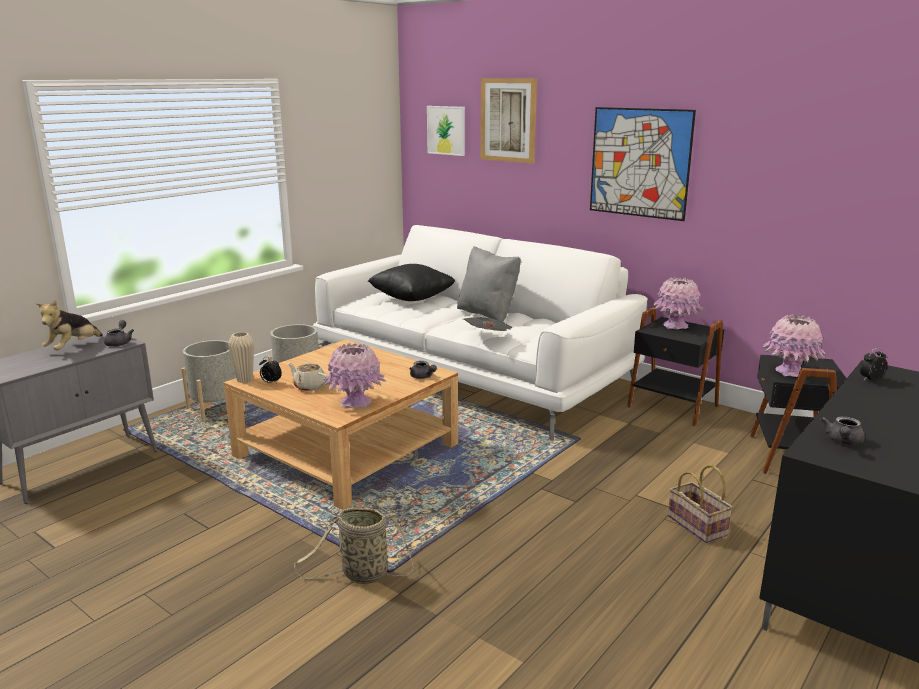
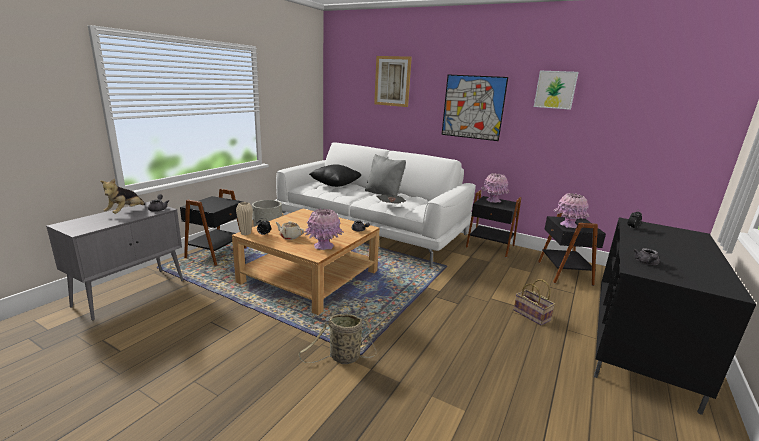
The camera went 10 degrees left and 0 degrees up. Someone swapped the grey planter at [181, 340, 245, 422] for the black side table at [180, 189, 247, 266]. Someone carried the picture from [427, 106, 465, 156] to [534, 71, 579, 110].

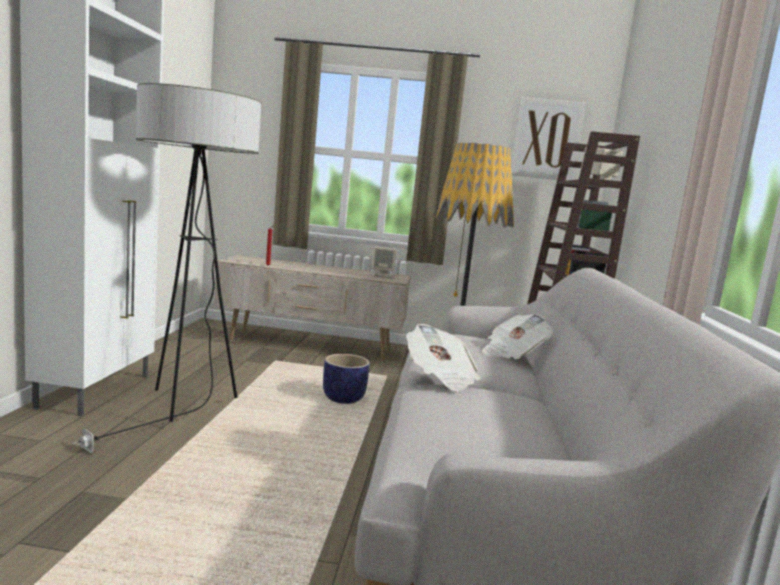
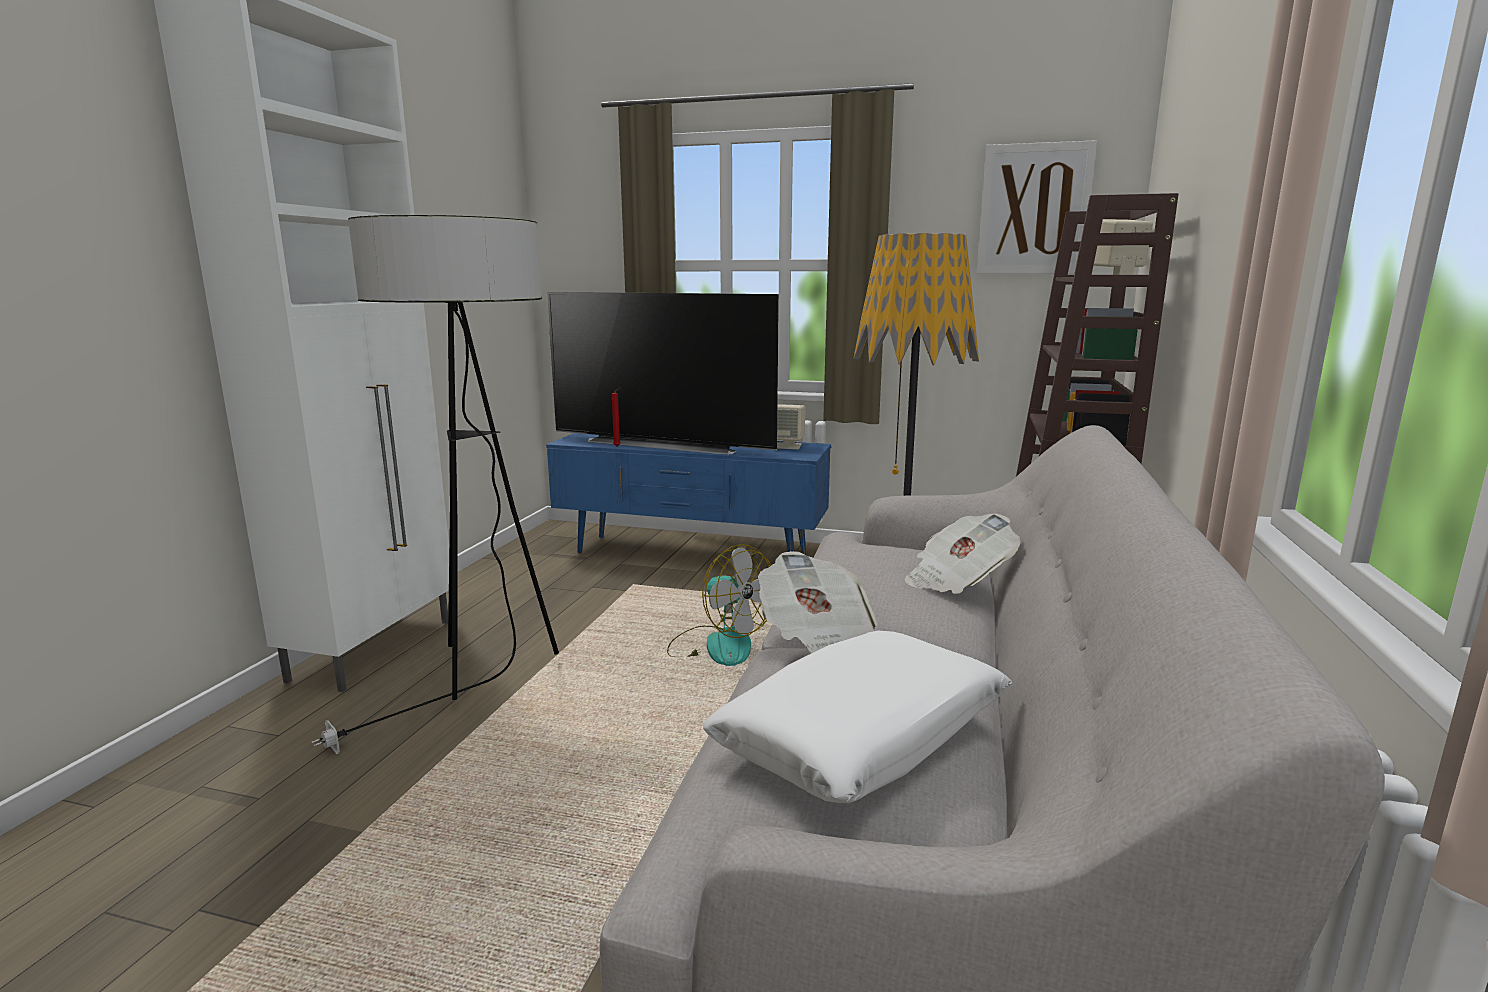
The camera went 10 degrees right and 5 degrees up. Someone repainted the beige tv stand at [214, 255, 411, 361], which became the blue tv stand at [546, 433, 831, 555]. Someone put down the television at [547, 292, 779, 455]. Someone swapped the planter at [323, 354, 369, 404] for the fan at [667, 544, 771, 666]. Someone put down the white pillow at [703, 631, 1012, 803].

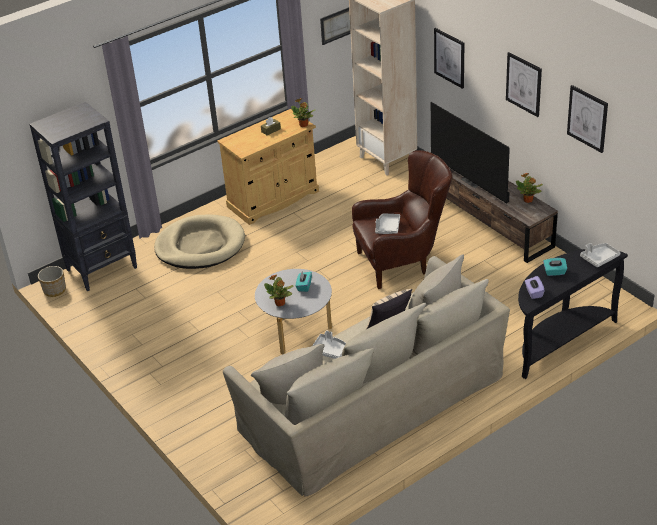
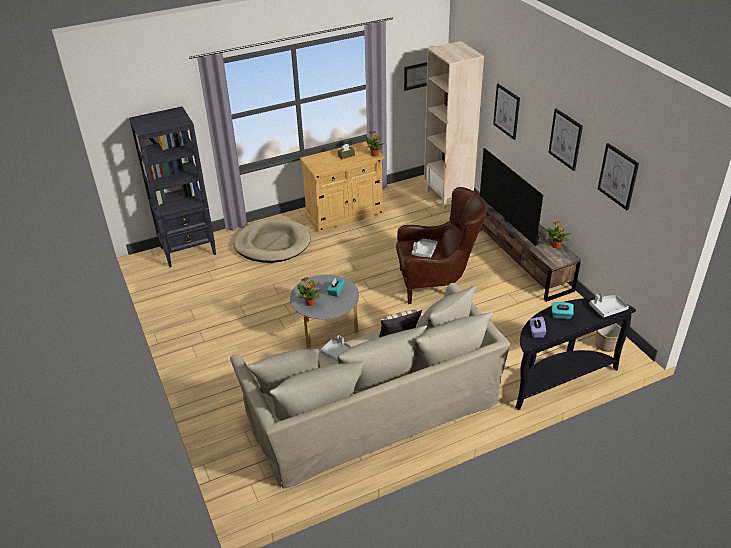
The camera went 10 degrees right and 0 degrees up. Someone carried the planter from [38, 266, 66, 297] to [595, 323, 621, 352].

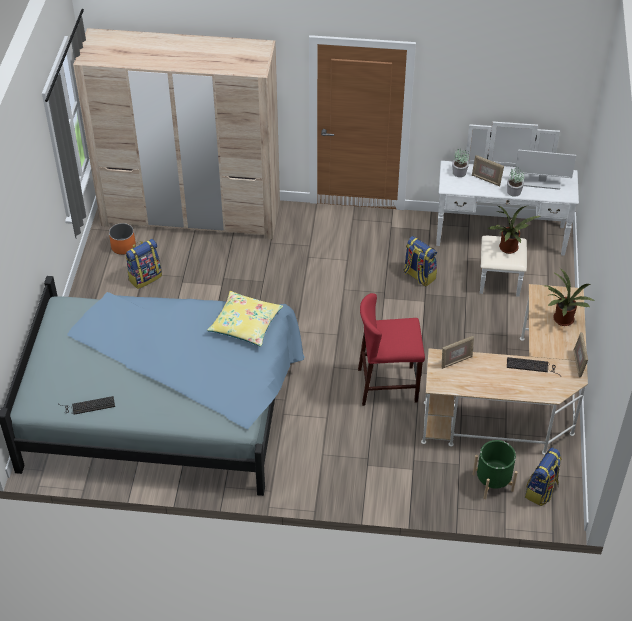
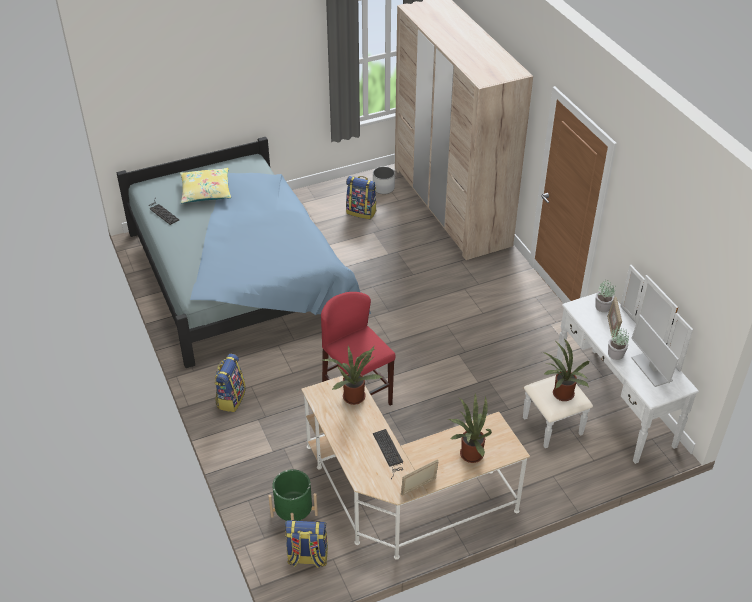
The camera went 60 degrees right and 5 degrees down. Someone carried the yellow pillow from [207, 291, 283, 347] to [180, 168, 231, 203]. Someone carried the backpack from [404, 236, 437, 287] to [215, 354, 246, 412]. Someone swapped the picture frame at [441, 336, 474, 369] for the potted plant at [321, 346, 382, 405]. Someone repainted the orange planter at [109, 223, 136, 255], which became the white planter at [373, 167, 395, 194].

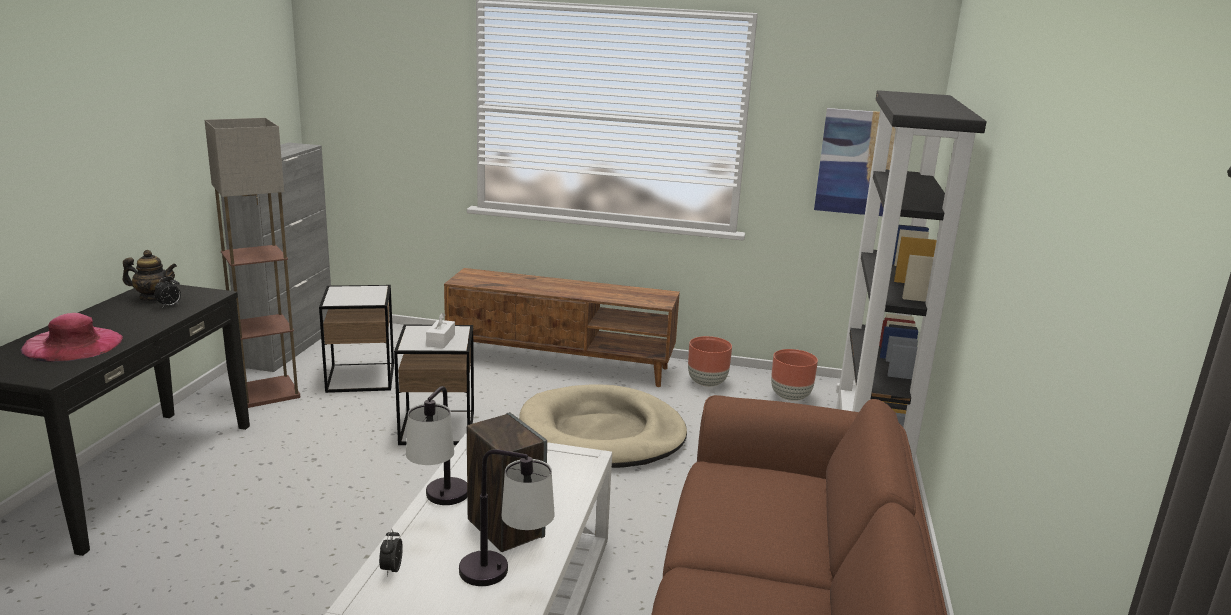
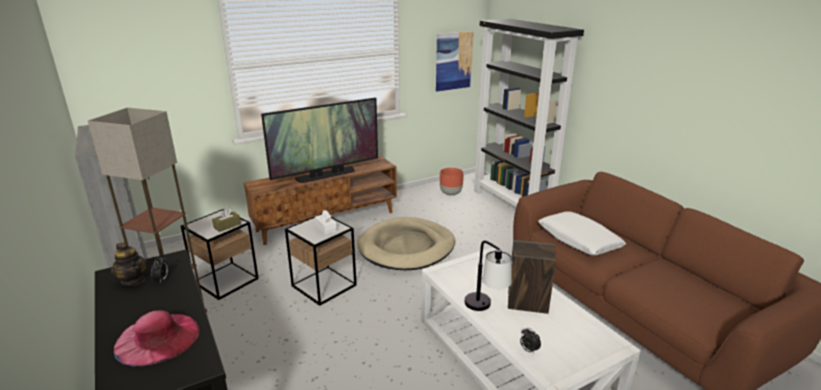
The camera went 40 degrees left and 5 degrees up. Someone rotated the teapot at [122, 250, 177, 301] by 90 degrees clockwise. Someone put down the brown tissue box at [212, 209, 241, 232]. Someone put down the television at [261, 97, 378, 183]. Someone put down the white pillow at [538, 211, 626, 256]. Someone took away the table lamp at [459, 449, 555, 586]. Someone took away the brown planter at [688, 336, 732, 387].

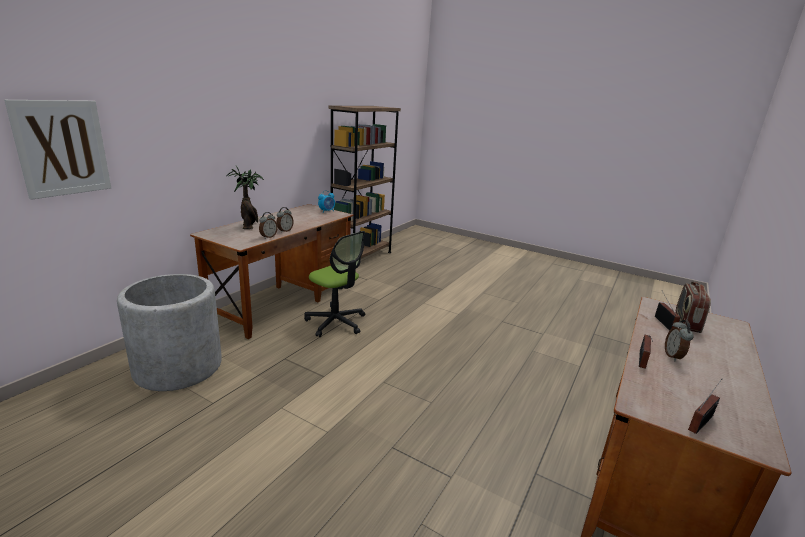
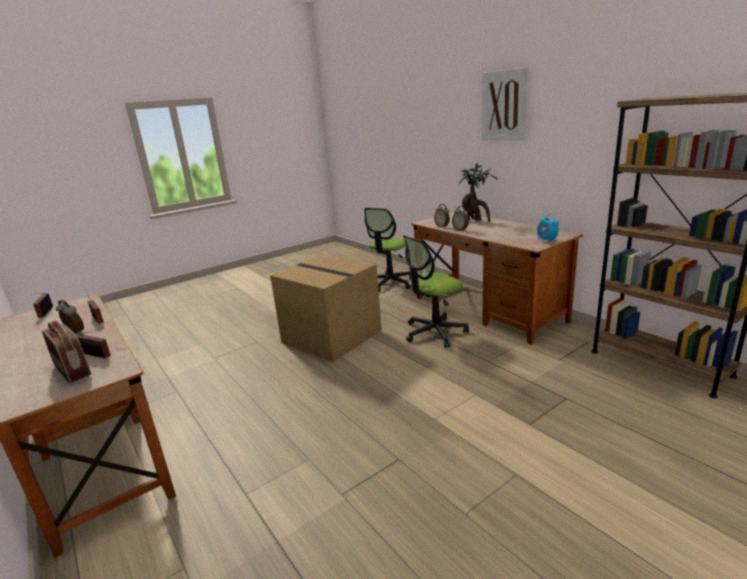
The camera went 115 degrees right and 0 degrees up. Someone put down the cardboard box at [270, 254, 382, 362]. Someone swapped the grey planter at [117, 274, 222, 391] for the office chair at [364, 208, 411, 292]. Someone carried the picture from [4, 100, 111, 200] to [482, 67, 529, 140].

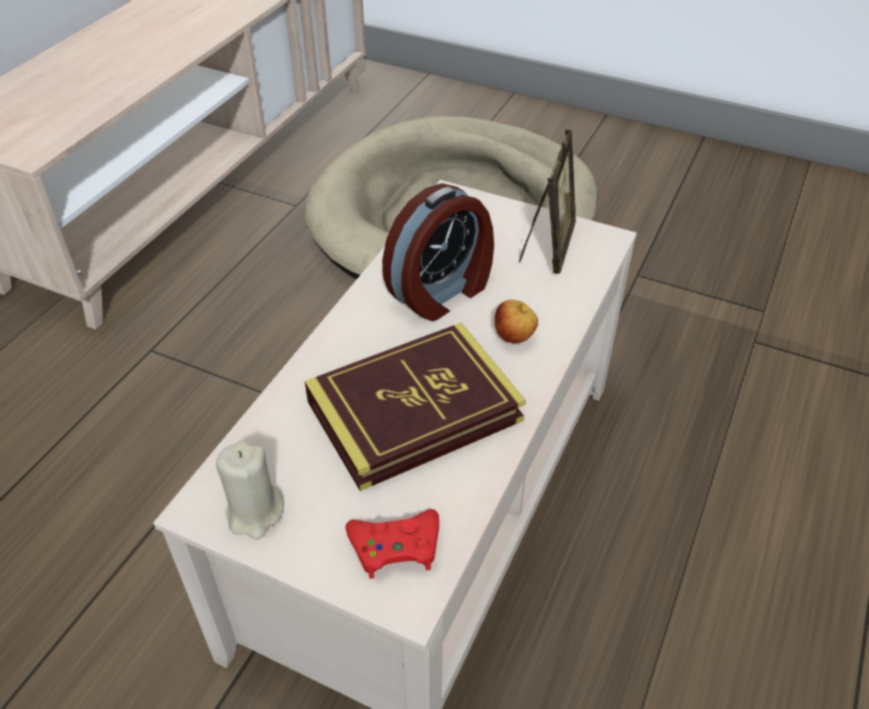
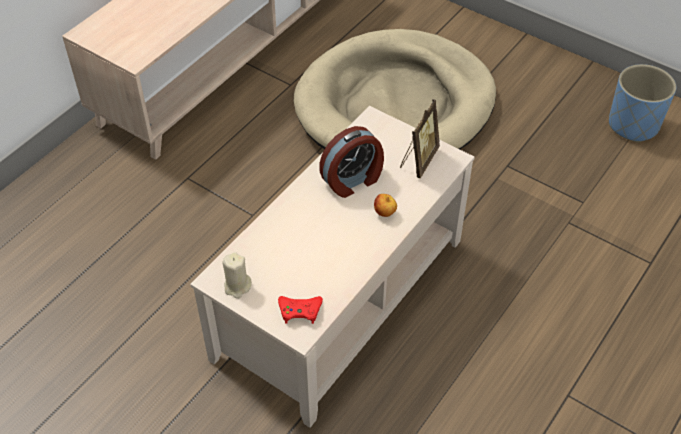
The camera went 10 degrees right and 5 degrees up. Someone put down the blue planter at [609, 64, 676, 142]. Someone took away the book at [304, 323, 526, 491].

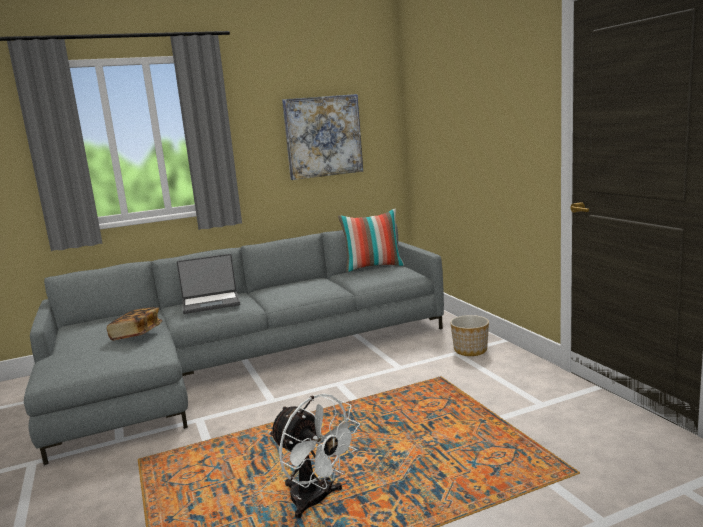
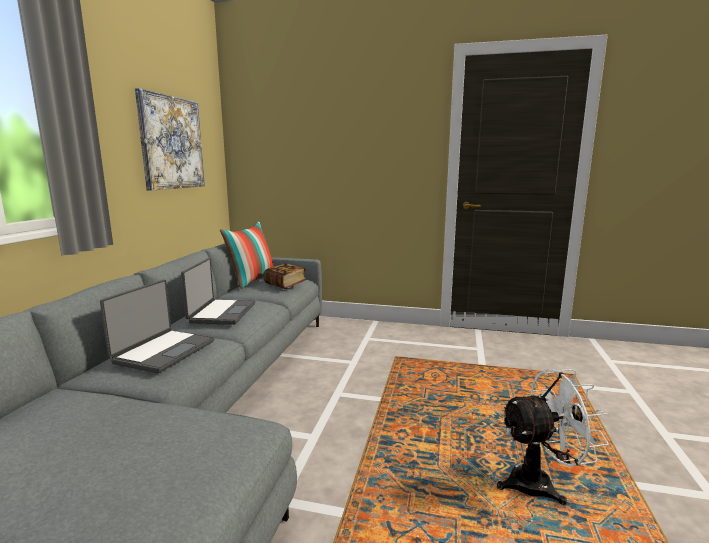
The camera went 55 degrees left and 0 degrees up. Someone put down the laptop at [181, 258, 255, 325]. Someone carried the book from [107, 307, 162, 341] to [263, 263, 307, 289]. Someone took away the planter at [450, 315, 489, 356].

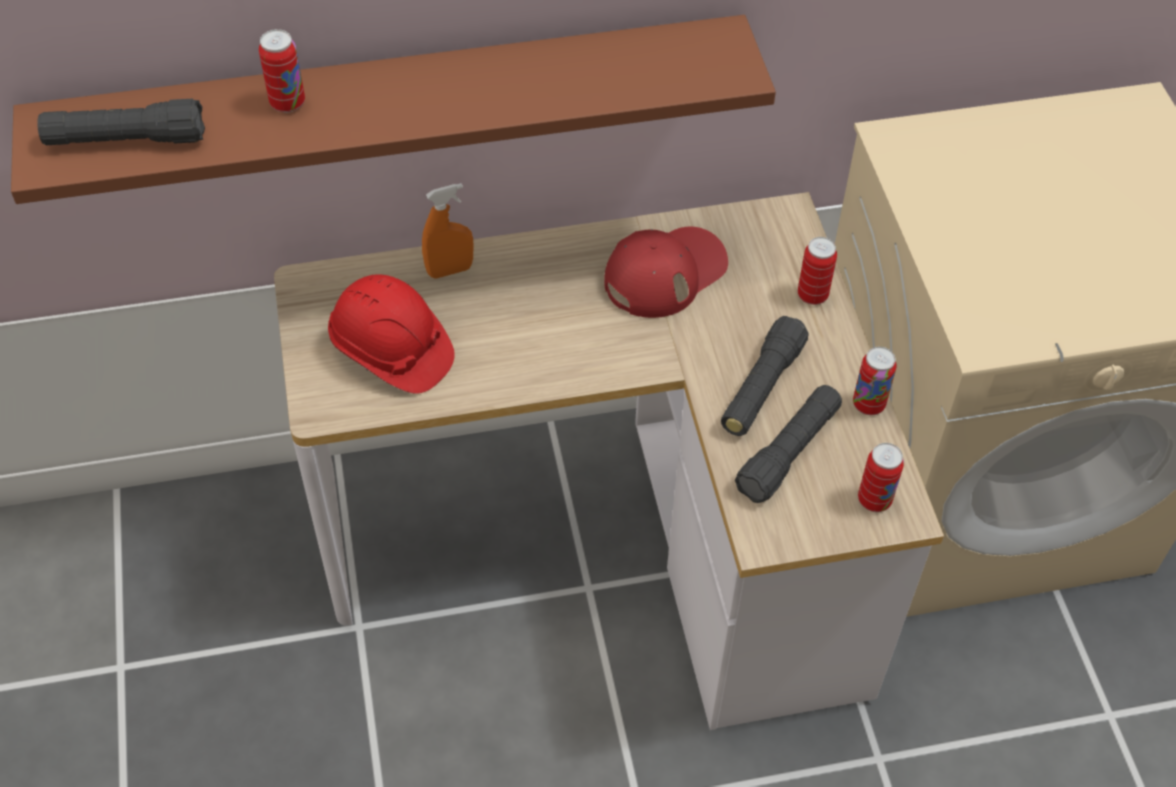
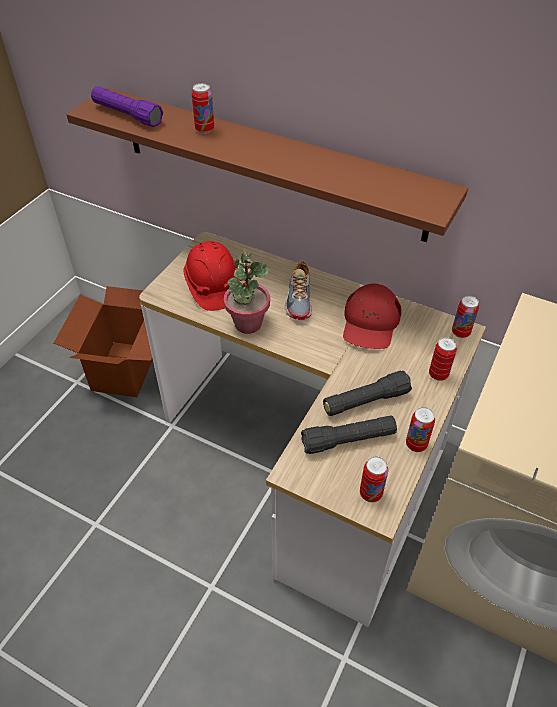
The camera went 40 degrees right and 5 degrees down. Someone put down the cardboard box at [54, 286, 153, 397]. Someone repainted the black flashlight at [37, 99, 205, 145], which became the purple flashlight at [91, 86, 163, 127]. Someone put down the potted plant at [224, 252, 270, 334]. Someone put down the shoe at [284, 261, 312, 320]. Someone rotated the red cap at [604, 227, 728, 318] by 105 degrees clockwise. Someone put down the can at [452, 296, 479, 338]. Someone took away the orange spray bottle at [422, 183, 474, 278].

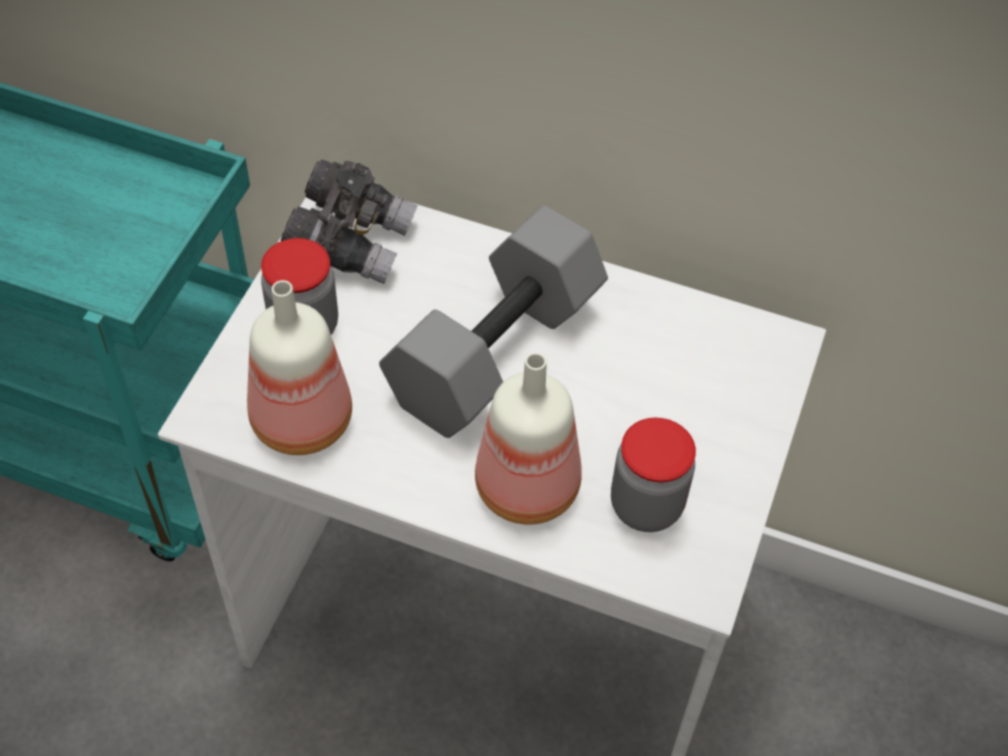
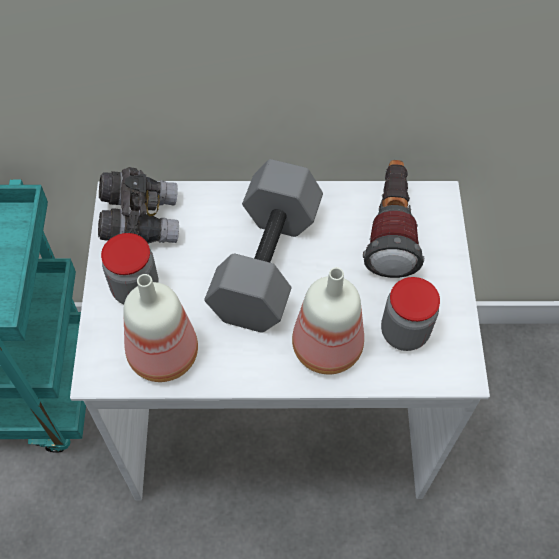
The camera went 20 degrees left and 5 degrees up. Someone put down the flashlight at [363, 160, 424, 278].

